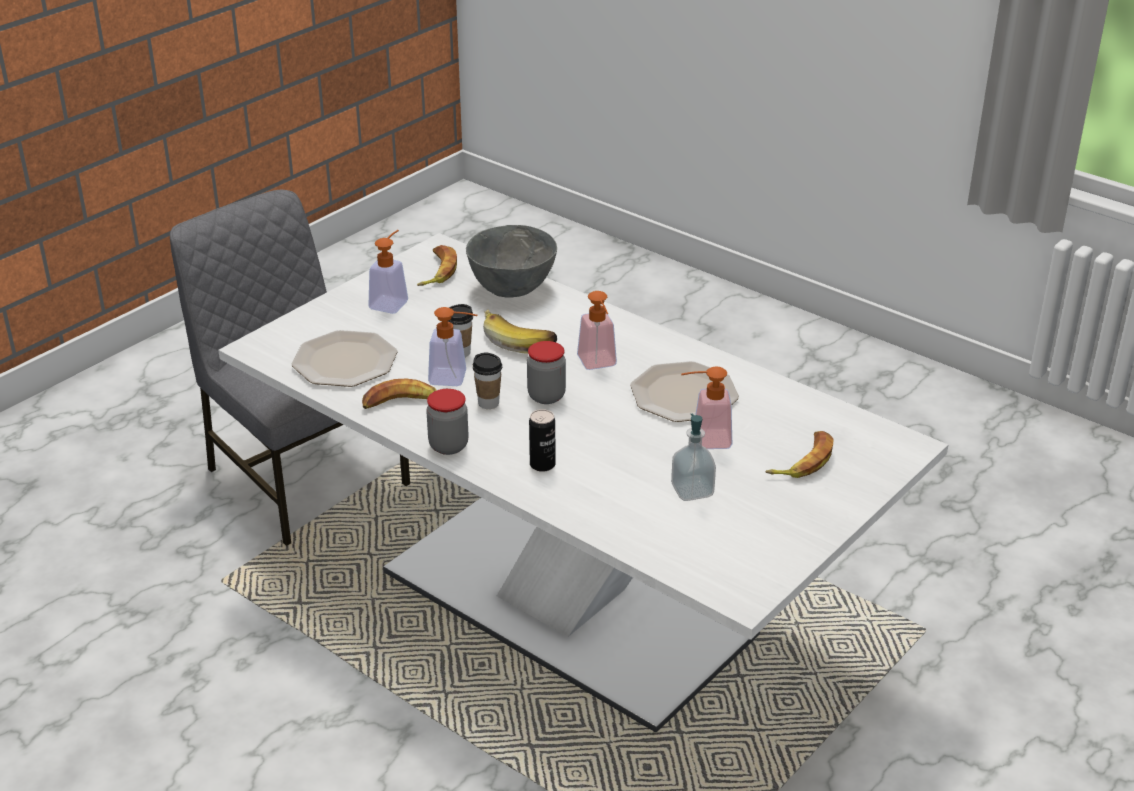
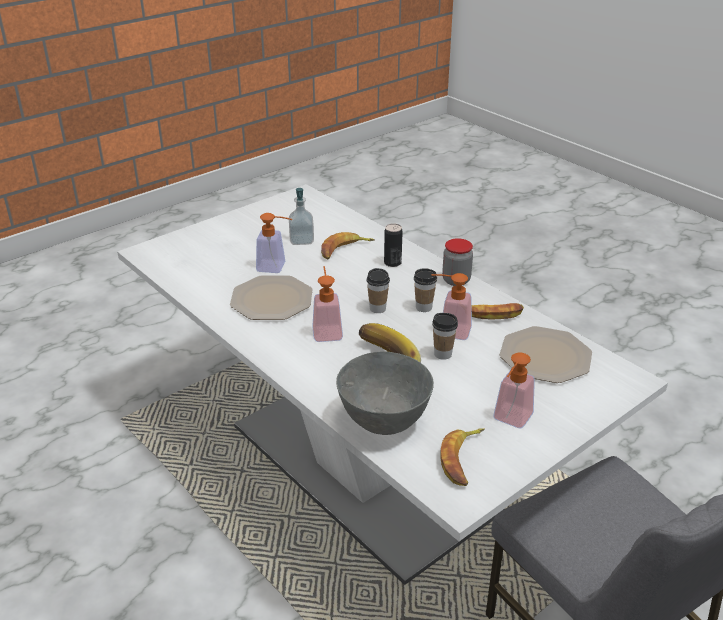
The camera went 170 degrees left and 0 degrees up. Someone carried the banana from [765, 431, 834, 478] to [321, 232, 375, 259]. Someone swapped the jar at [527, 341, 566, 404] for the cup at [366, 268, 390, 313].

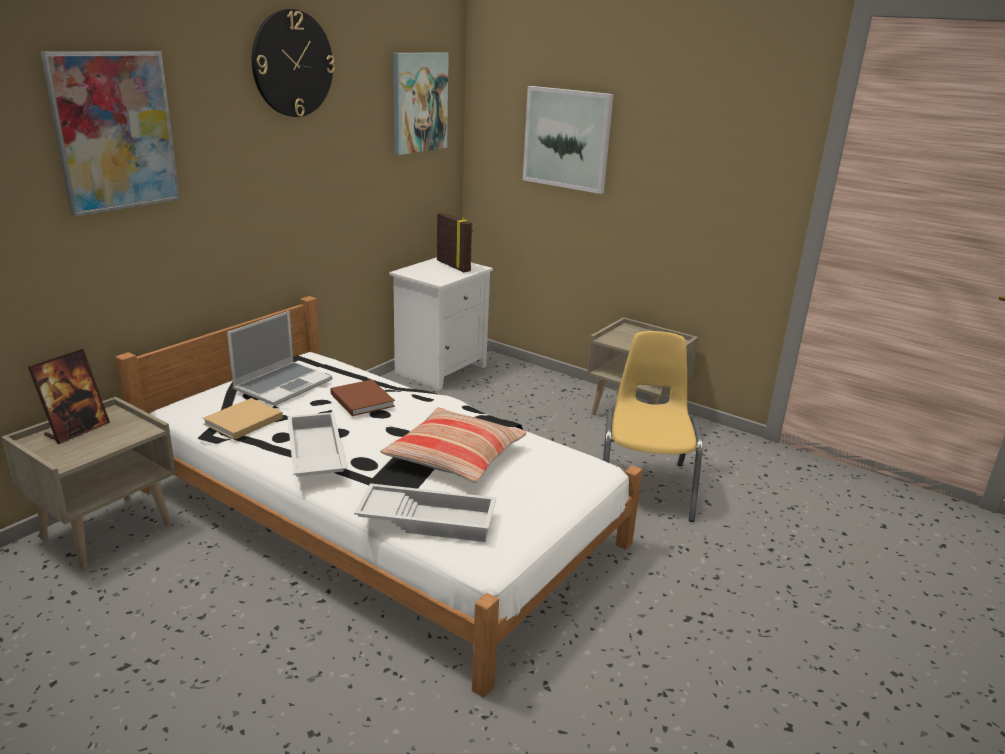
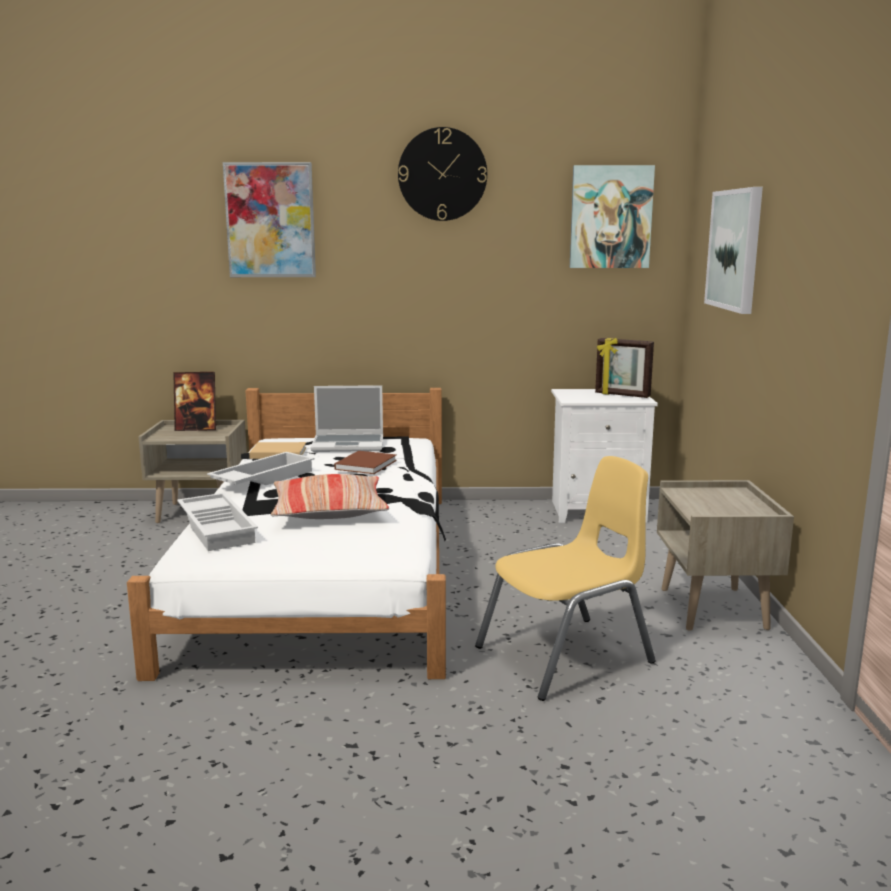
The camera went 55 degrees right and 10 degrees down. Someone rotated the picture frame at [437, 213, 473, 272] by 105 degrees clockwise.

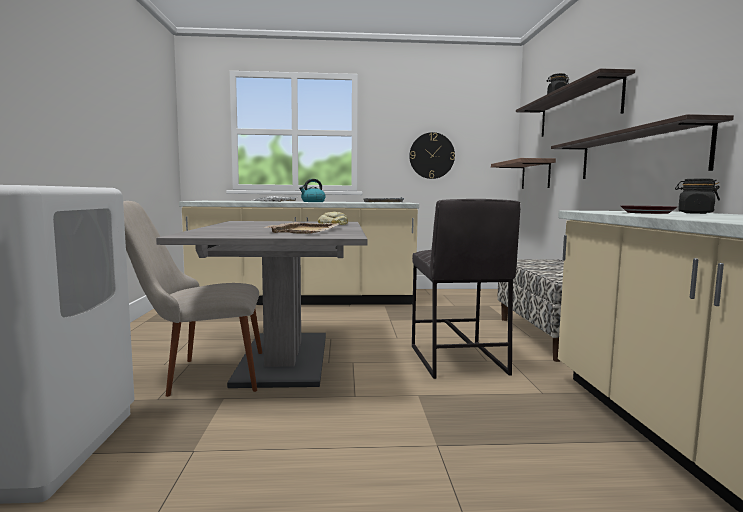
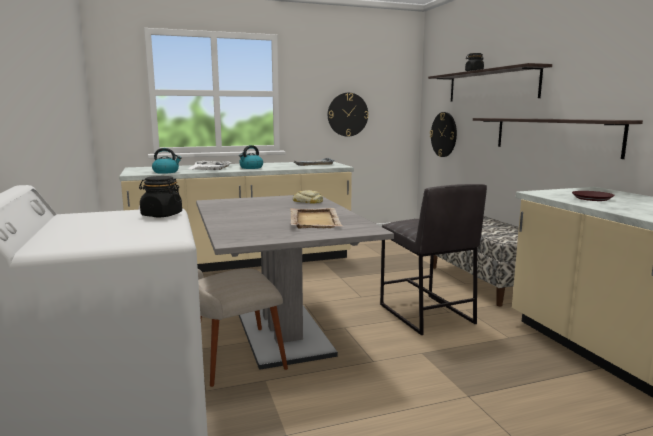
The camera went 15 degrees left and 5 degrees up. Someone carried the black jar from [675, 179, 720, 214] to [139, 176, 182, 217]. Someone put down the kettle at [152, 148, 182, 174]. Someone swapped the shelf at [491, 158, 556, 189] for the wall clock at [430, 112, 457, 157].

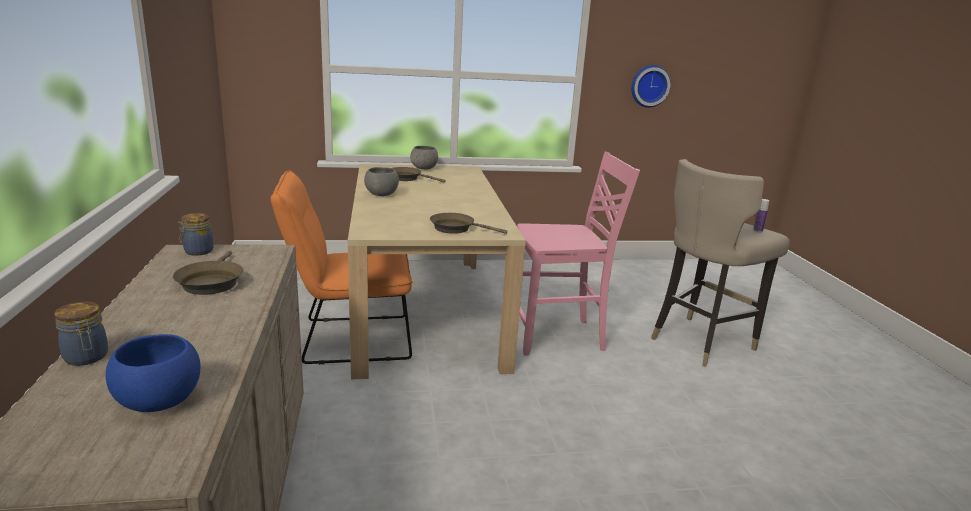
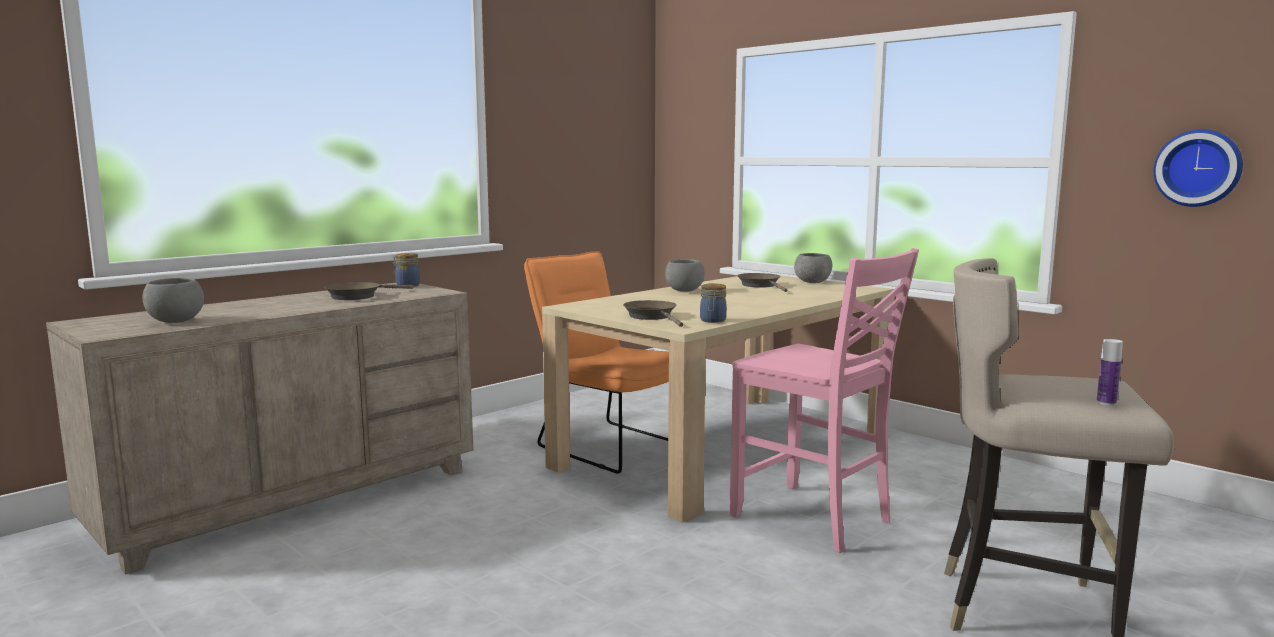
The camera went 55 degrees right and 10 degrees down. Someone repainted the blue bowl at [106, 334, 200, 412], which became the grey bowl at [142, 278, 204, 323]. Someone carried the jar from [54, 302, 108, 366] to [700, 283, 727, 323].

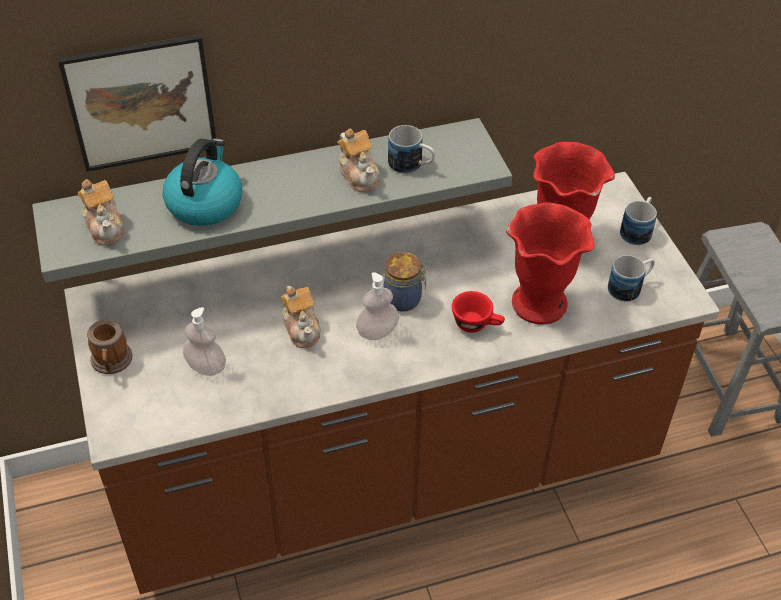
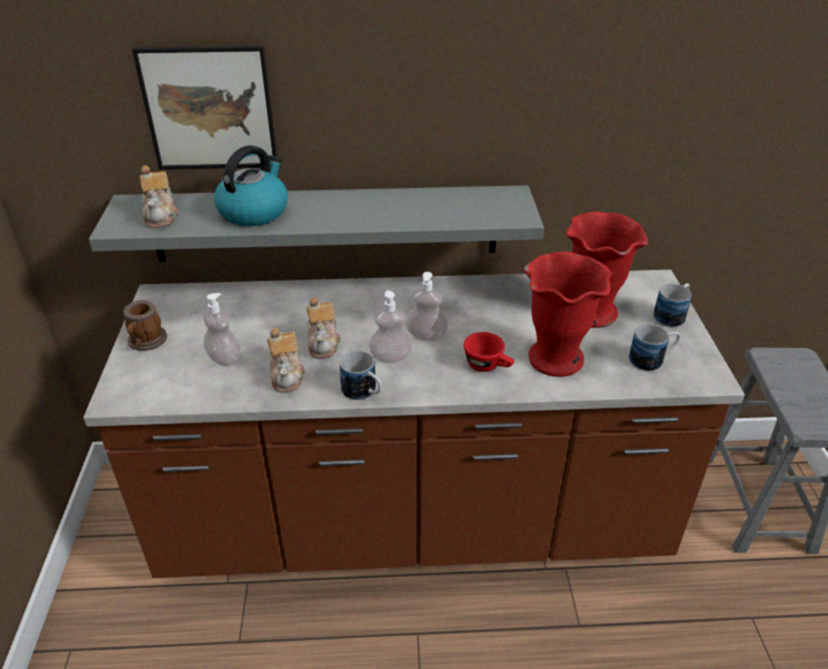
The camera went 15 degrees right and 10 degrees down. Someone carried the teapot from [337, 128, 380, 192] to [267, 328, 305, 393]. Someone carried the mug from [388, 125, 435, 174] to [340, 351, 382, 400]. Someone swapped the jar at [383, 252, 426, 312] for the soap dispenser at [406, 272, 448, 341].

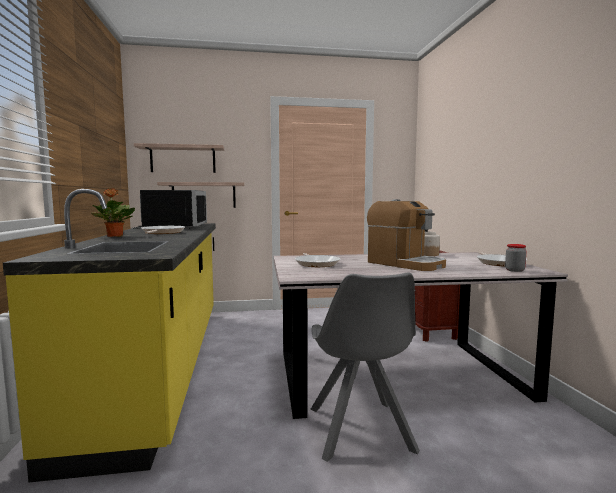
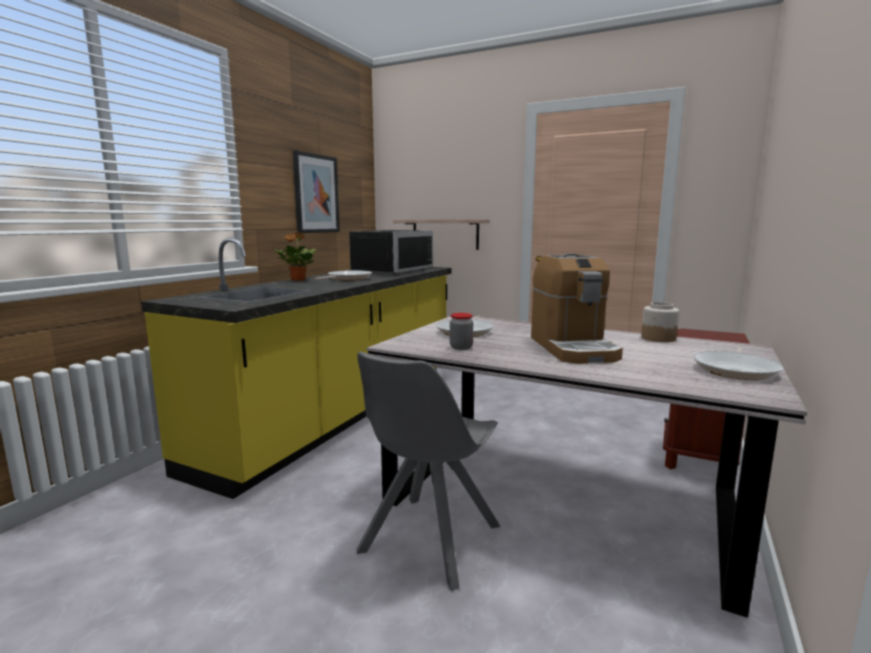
The camera went 35 degrees right and 5 degrees up. Someone put up the picture at [293, 150, 340, 233]. Someone carried the jar from [505, 244, 526, 272] to [450, 313, 473, 350]. Someone took away the shelf at [134, 143, 224, 173].

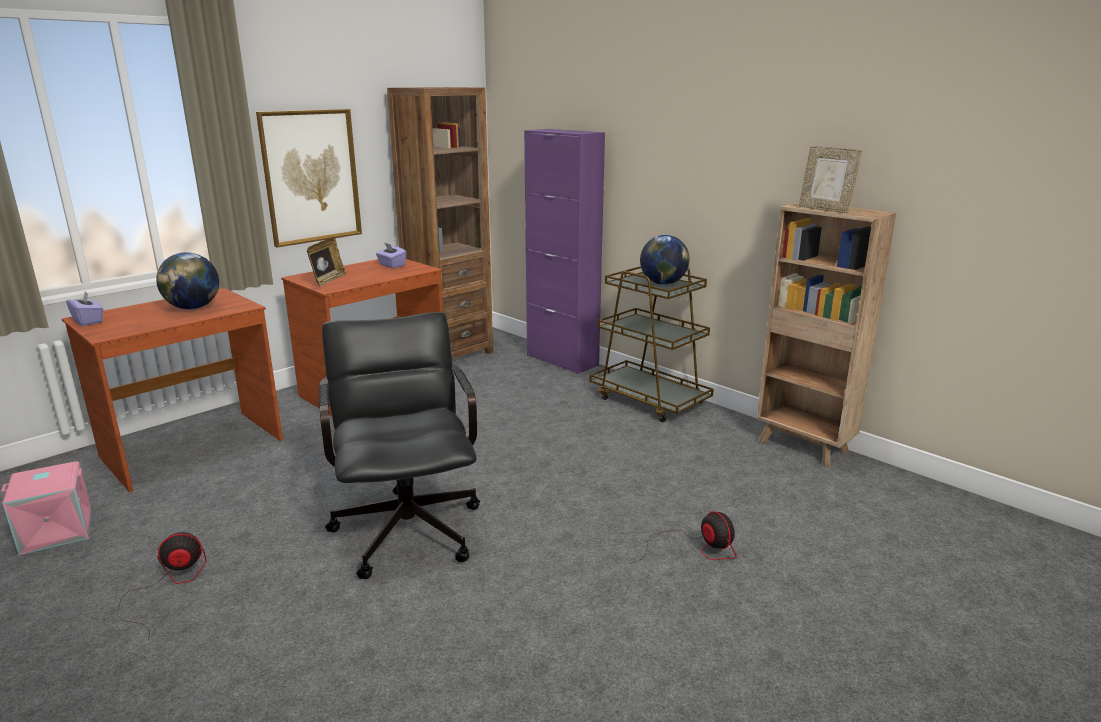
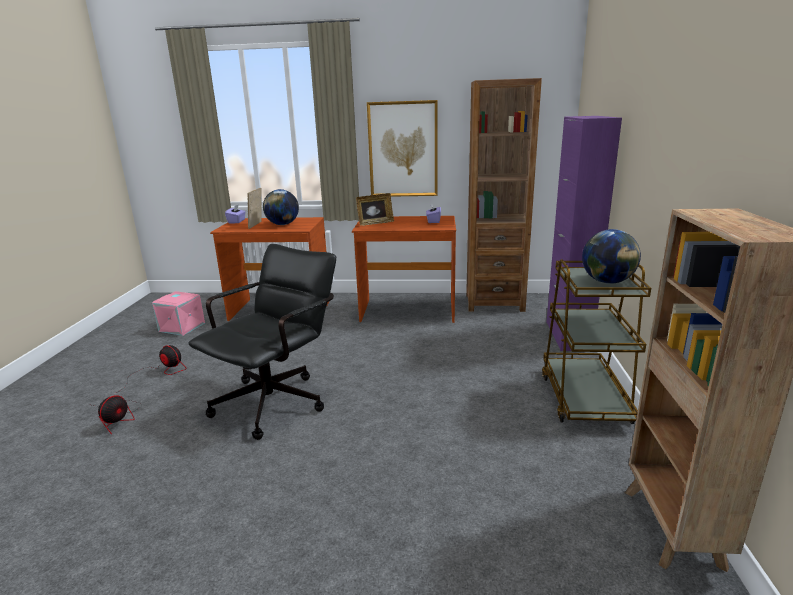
The camera went 50 degrees right and 0 degrees up. Someone carried the fan from [632, 511, 737, 563] to [89, 395, 142, 434]. Someone carried the picture frame from [799, 146, 862, 214] to [247, 188, 262, 229].

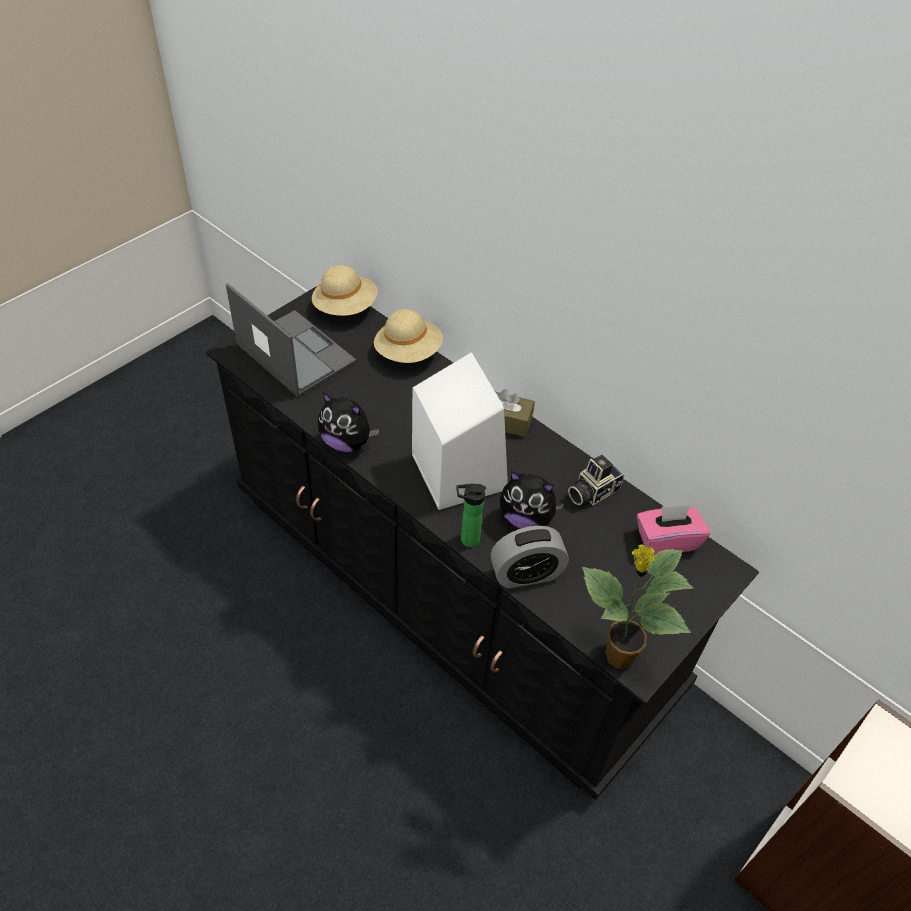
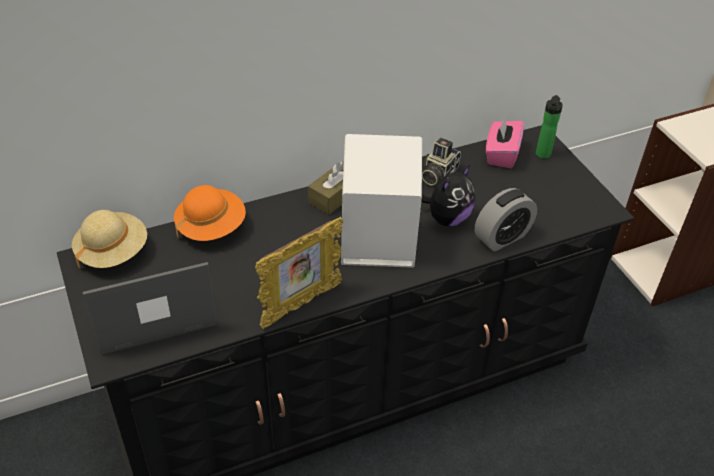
The camera went 65 degrees left and 5 degrees down. Someone repainted the beige hat at [374, 309, 443, 363], which became the orange hat at [174, 185, 246, 241]. Someone swapped the plush toy at [318, 393, 379, 452] for the picture frame at [255, 217, 343, 329]. Someone rotated the photo camera at [568, 455, 624, 505] by 45 degrees clockwise. Someone rotated the alarm clock at [490, 526, 569, 588] by 45 degrees clockwise. Someone carried the bottle from [456, 484, 486, 547] to [536, 95, 563, 159]. Someone took away the potted plant at [582, 544, 694, 669].

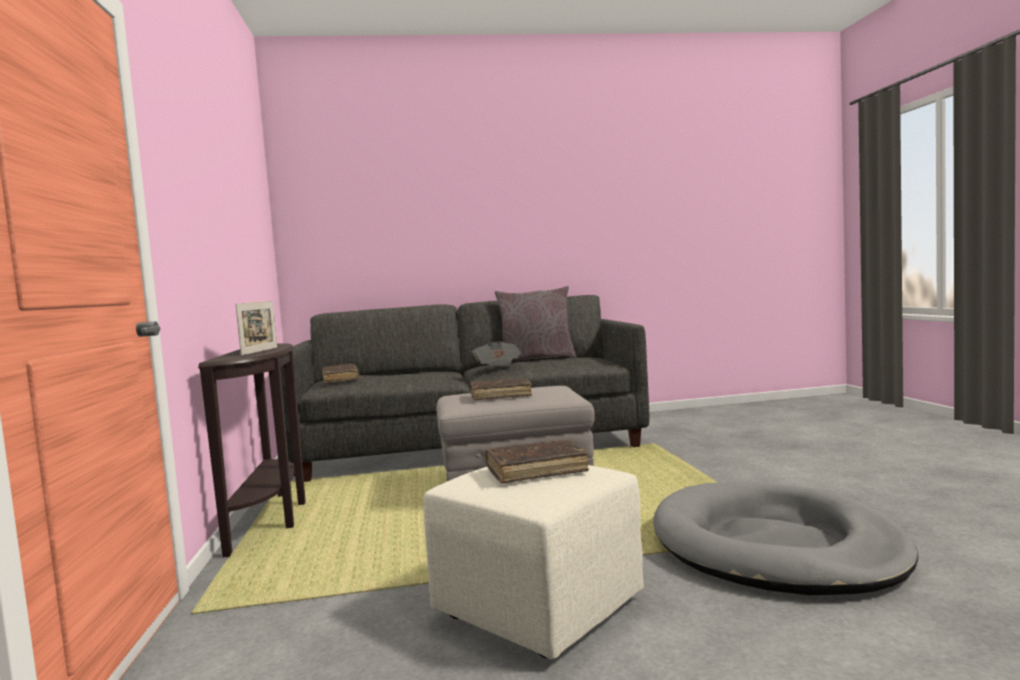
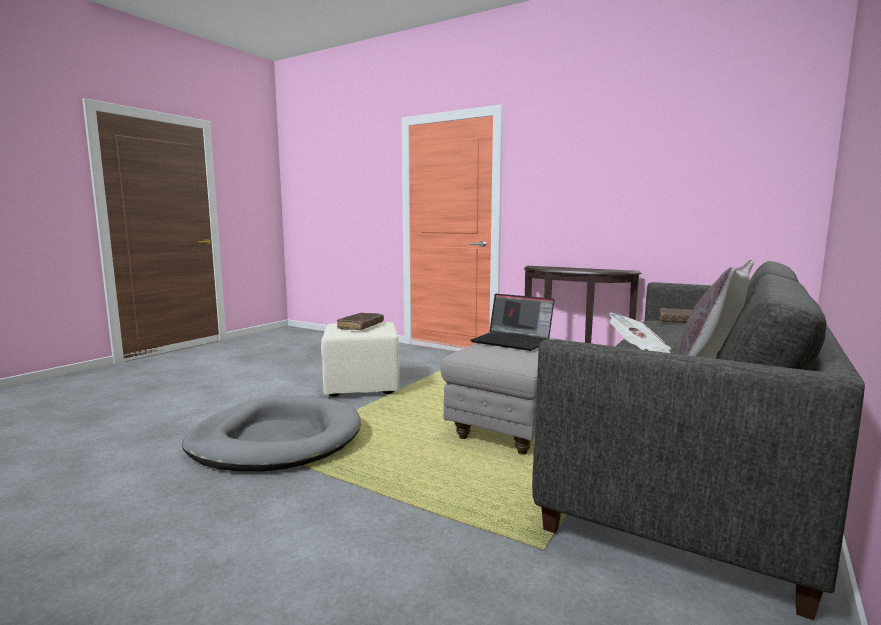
The camera went 130 degrees right and 5 degrees up. Someone swapped the brown book at [470, 378, 532, 400] for the laptop at [471, 294, 555, 351]. Someone took away the picture frame at [235, 301, 277, 356].

